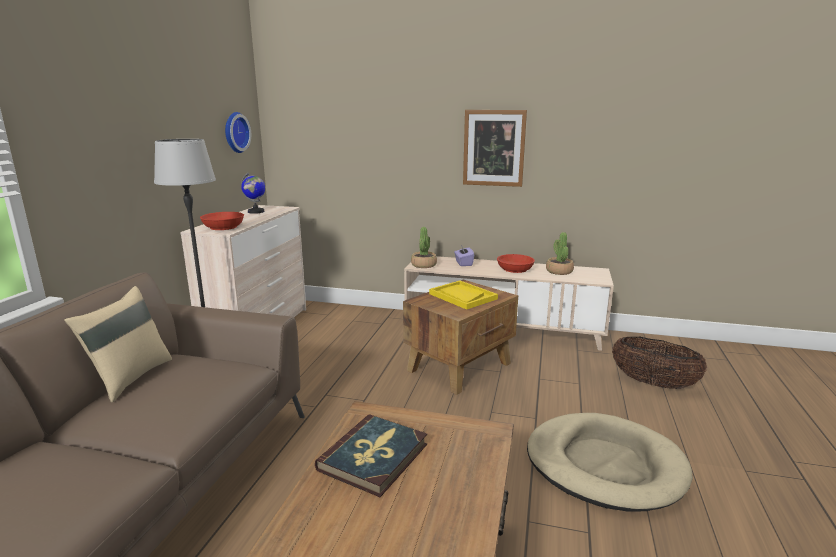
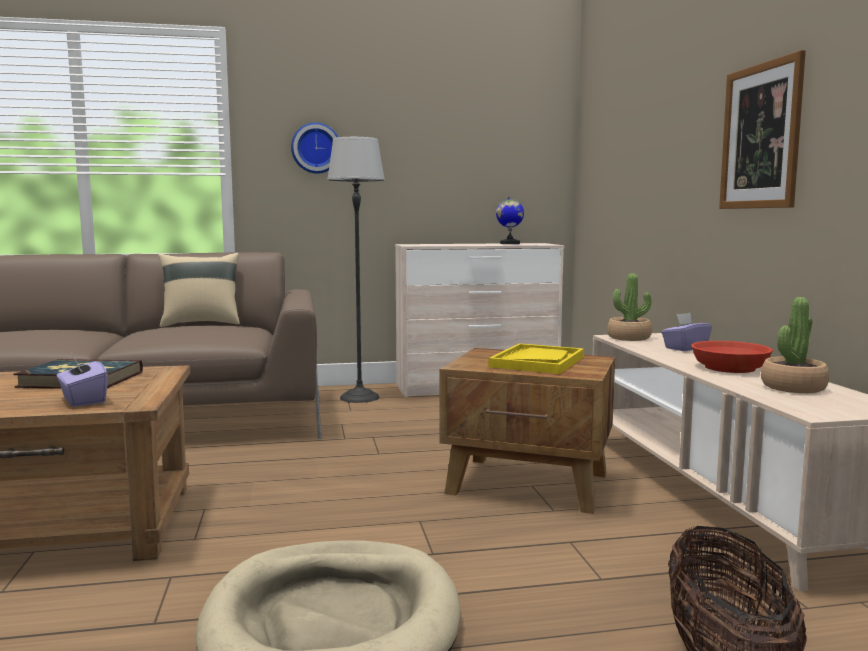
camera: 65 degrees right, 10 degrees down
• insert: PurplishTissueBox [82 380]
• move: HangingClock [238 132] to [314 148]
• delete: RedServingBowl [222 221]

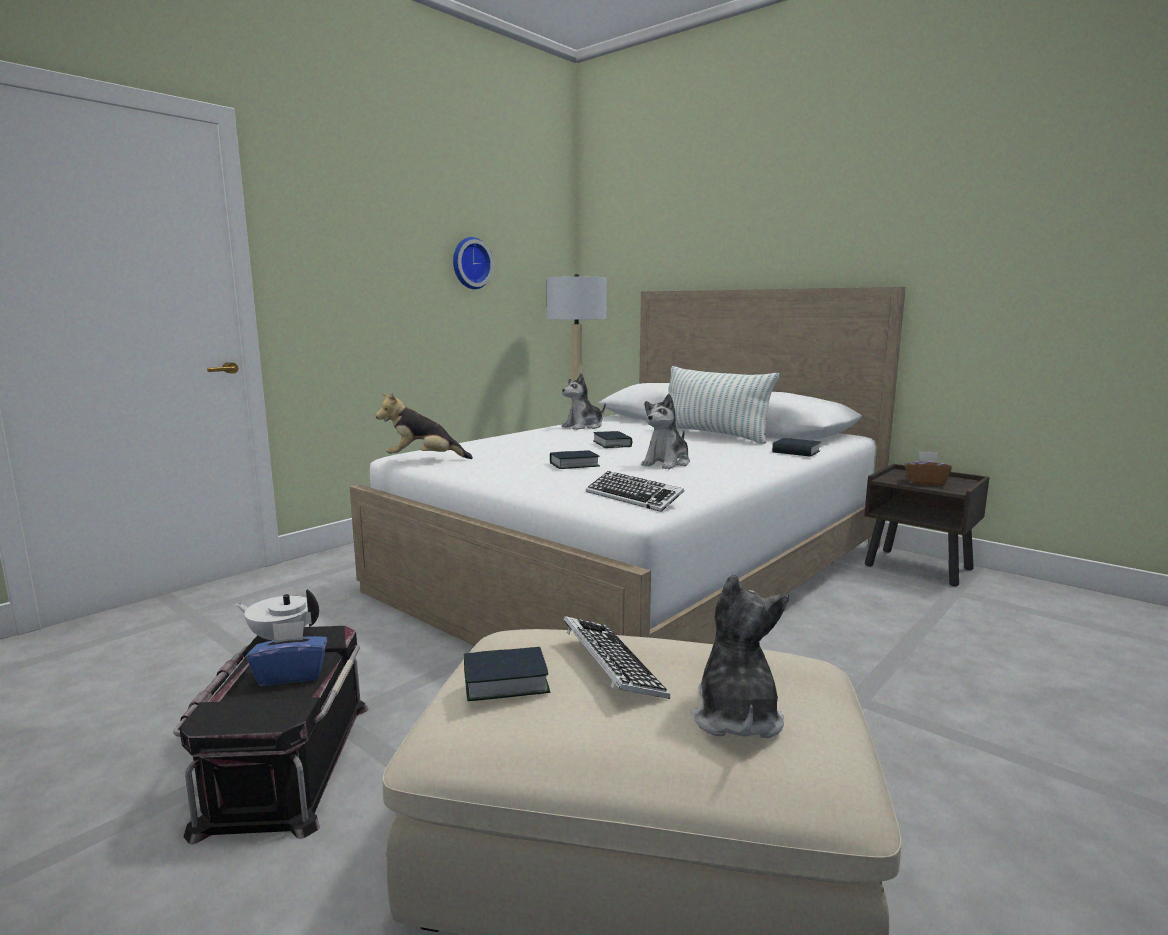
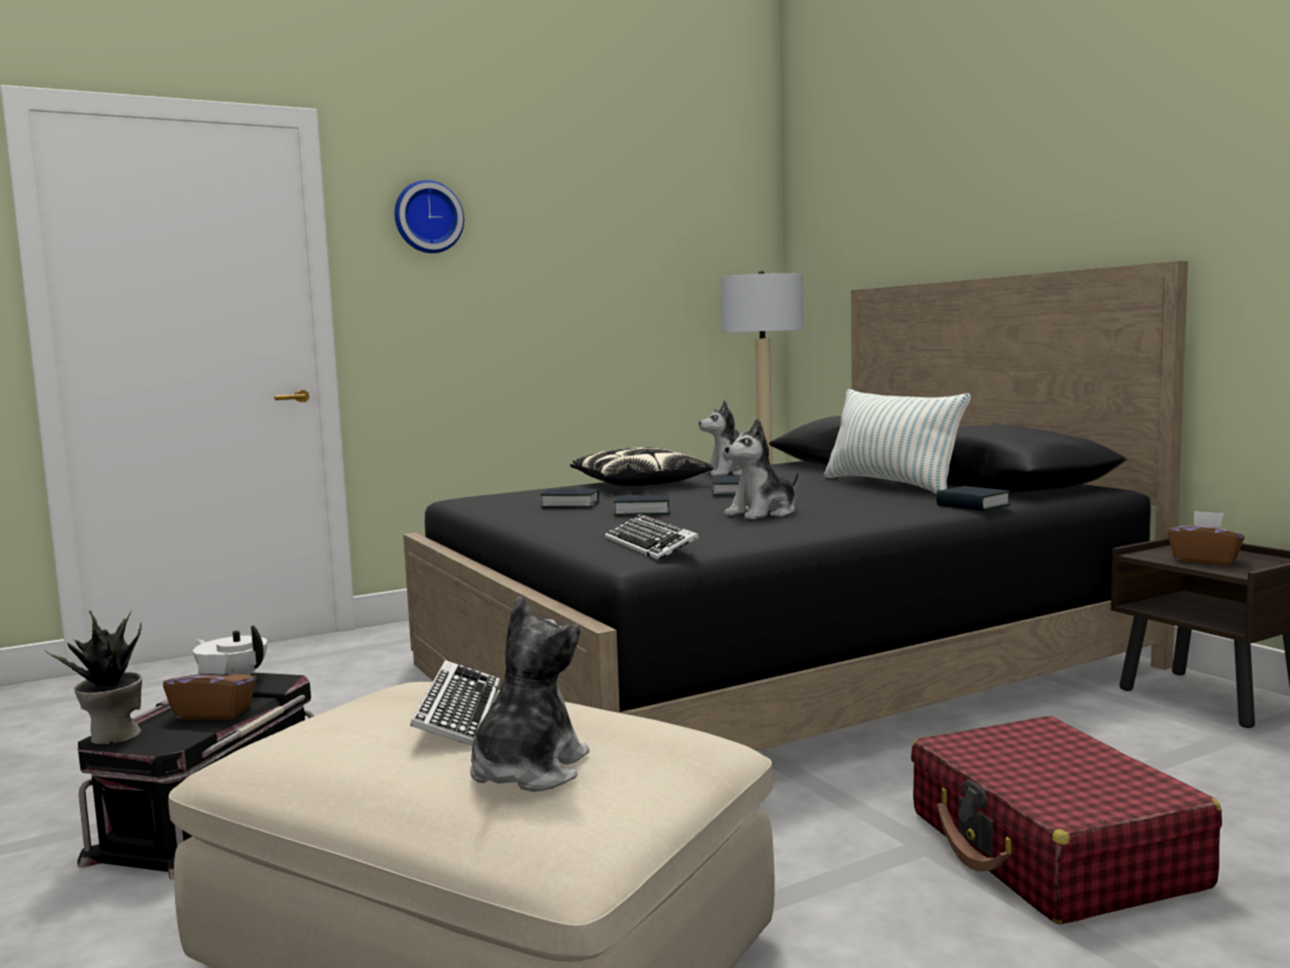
camera: 20 degrees right, 5 degrees down
• insert: Houseplant [94 677]
• recolor: BlueTissueBox [287 653] to BrownTissueBox [210 687]
• move: HangingClock [473 263] to [429 216]
• recolor: WhiteSleepingBed [628 466] to BlackSleepingBed [795 506]
• move: Book [507 674] to [569 498]
• insert: Pillow [641 466]
• insert: RedPieceOfLuggage [1066 820]
• delete: CuddlyToy [424 426]

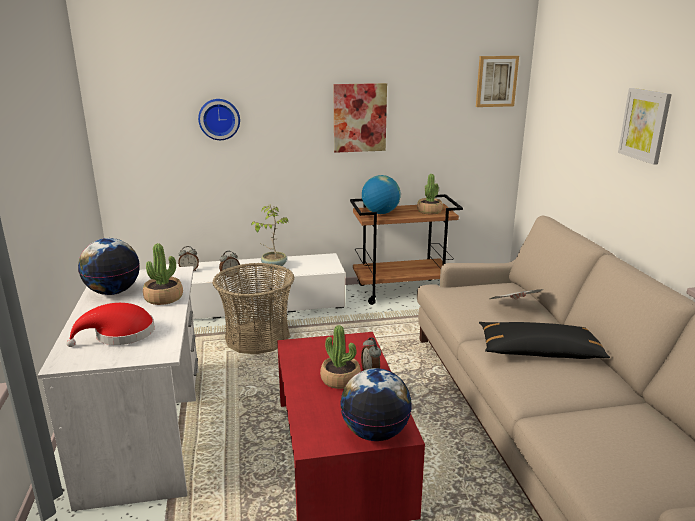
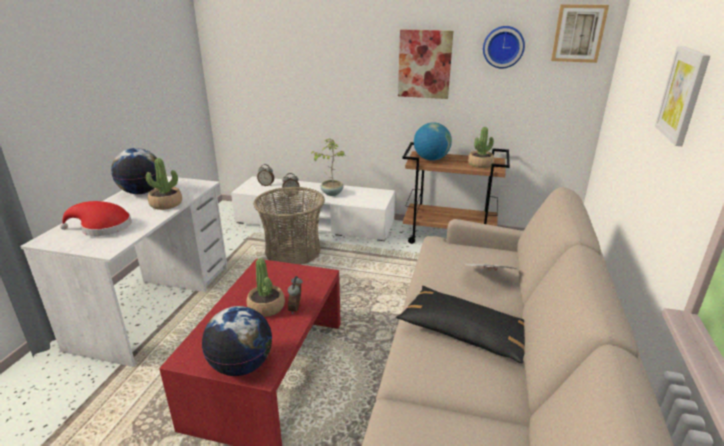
camera: 25 degrees right, 5 degrees up
• move: HangingClock [219 119] to [504 47]

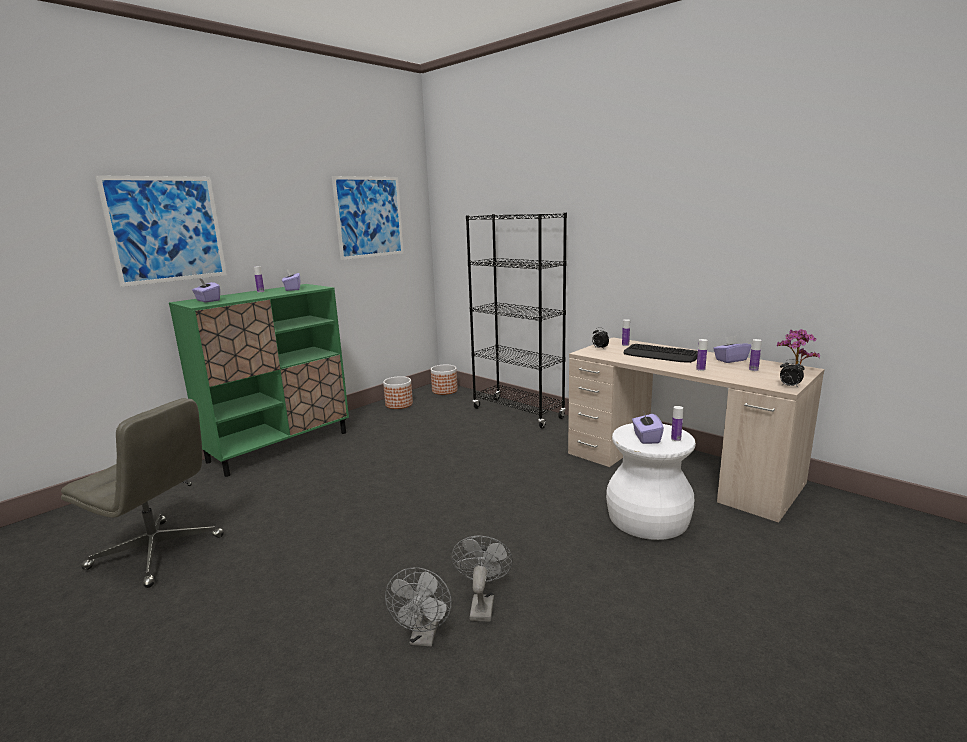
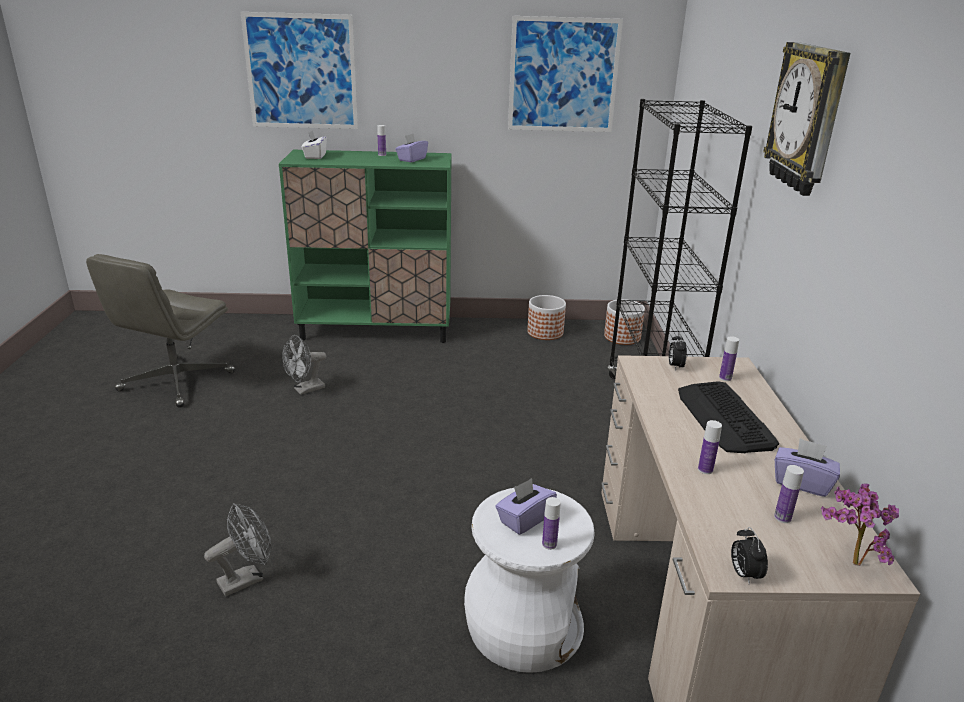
camera: 45 degrees right, 10 degrees up
• rotate: GrayOfficeChair [142 493] = [160 331] 45 degrees clockwise
• move: GrayFan [418 606] to [304 365]
• recolor: PurplishTissueBox [206 290] to WhiteTissueBox [314 145]
• insert: HangingClock [806 119]

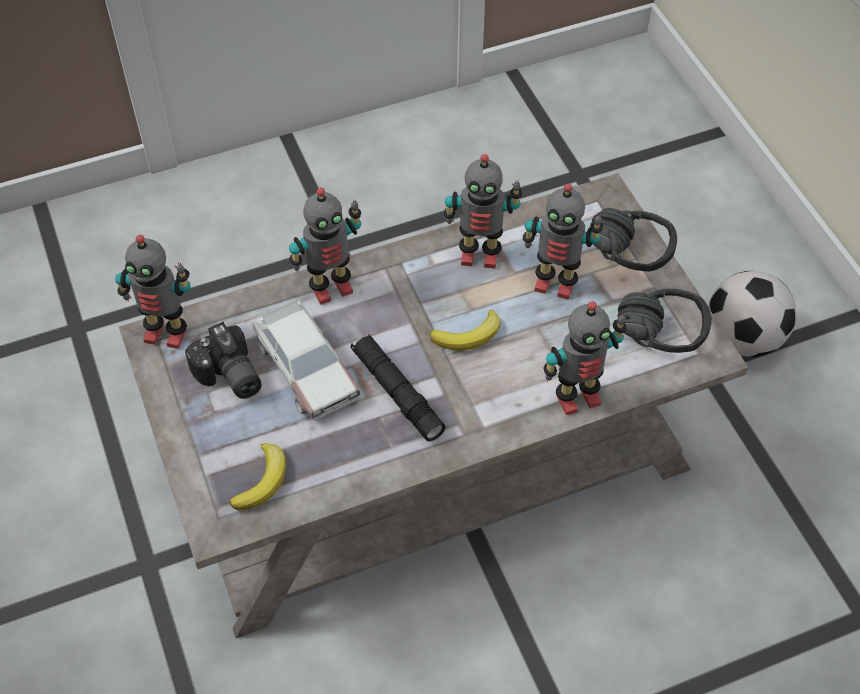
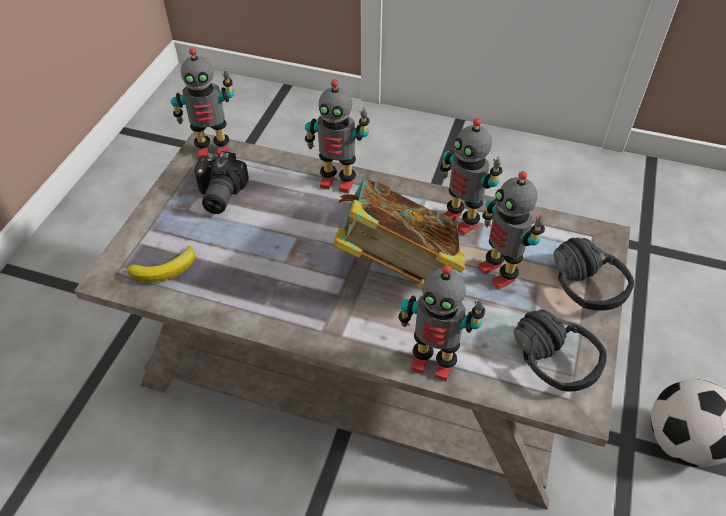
camera: 40 degrees right, 5 degrees down
• rotate: ToyRobot [152 292] = [202 103] 60 degrees counterclockwise
• replace: BananaFruit [465 330] to Book [399 233]
• delete: ToyCar [306 360]
• delete: BlackFlashlight [398 387]

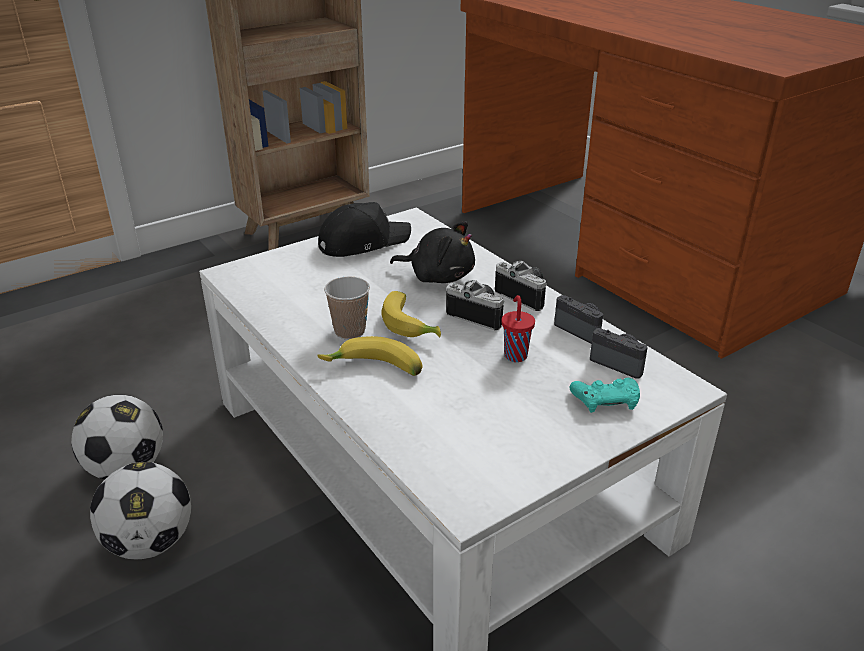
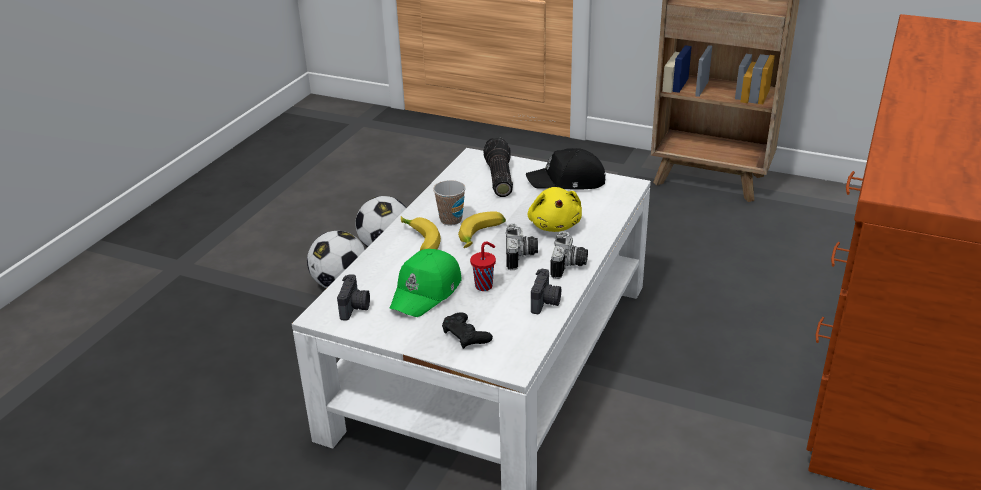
camera: 60 degrees right, 0 degrees up
• move: StillCamera [619 353] to [353 297]
• insert: GreenBaseballCap [426 283]
• recolor: BlueGreenJoypad [605 395] to BlackJoypad [467 330]
• insert: Flashlight [498 167]
• rotate: BlackBaseballCap [364 229] = [565 169] 150 degrees clockwise
• recolor: BlackCuddlyToy [432 252] to YellowCuddlyToy [555 209]

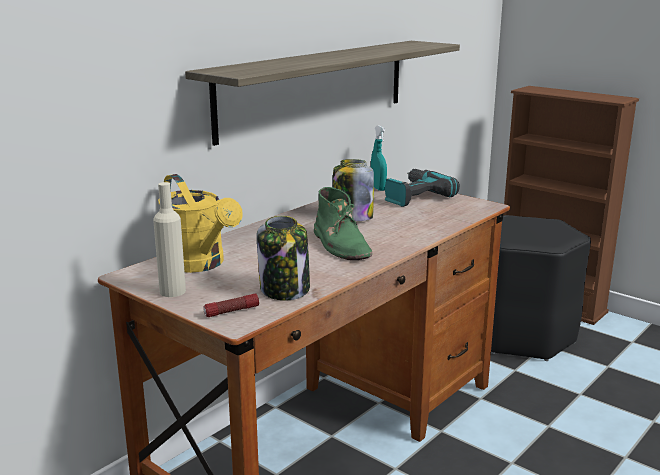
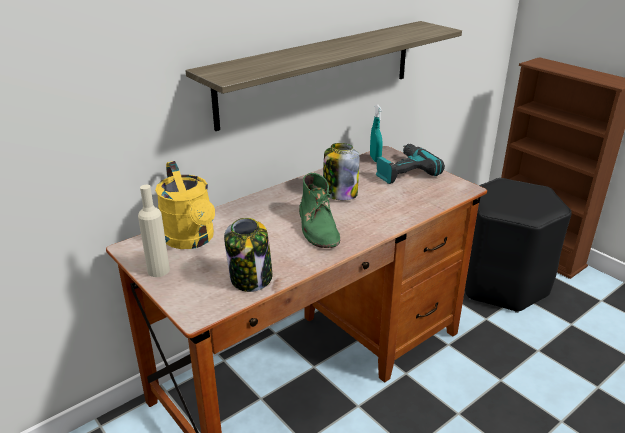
camera: 10 degrees right, 10 degrees up
• delete: Flashlight [231 305]

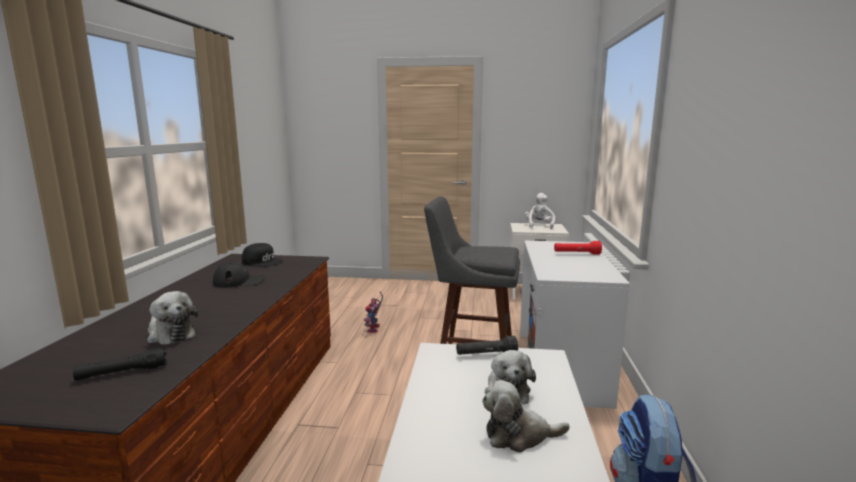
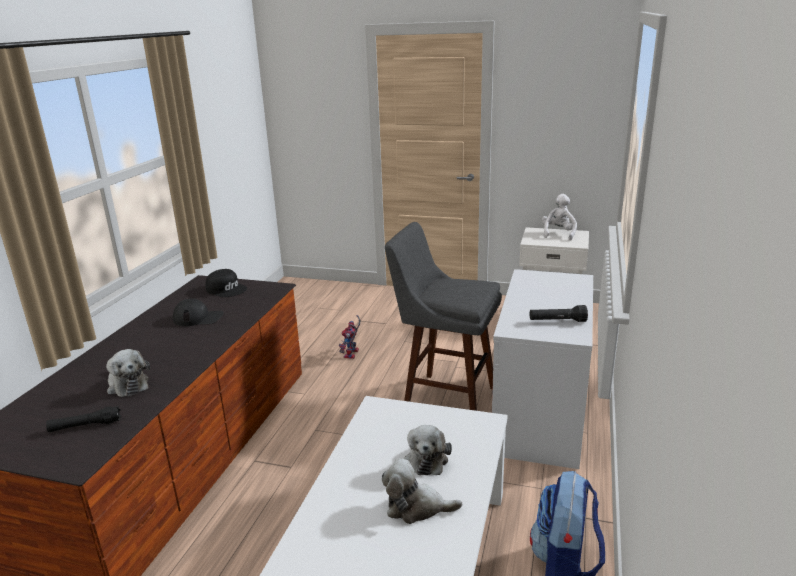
camera: 10 degrees right, 10 degrees up
• move: BlackFlashlight [487 345] to [559 313]
• delete: RedFlashlight [578 247]

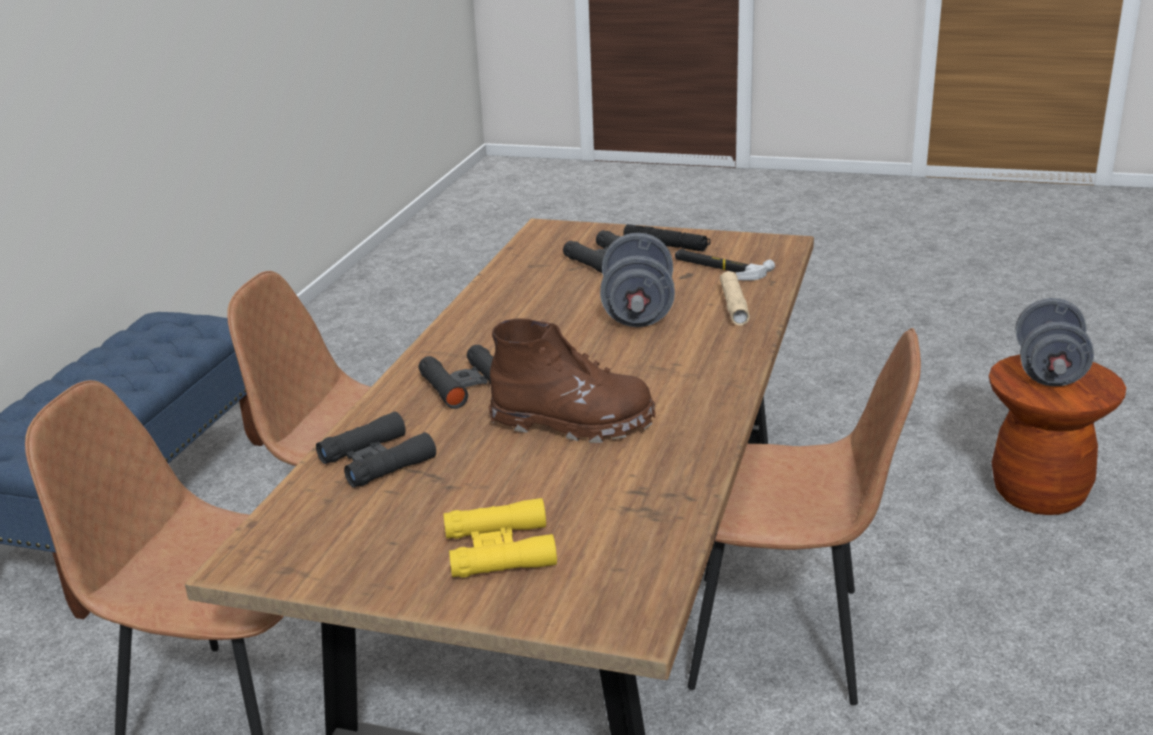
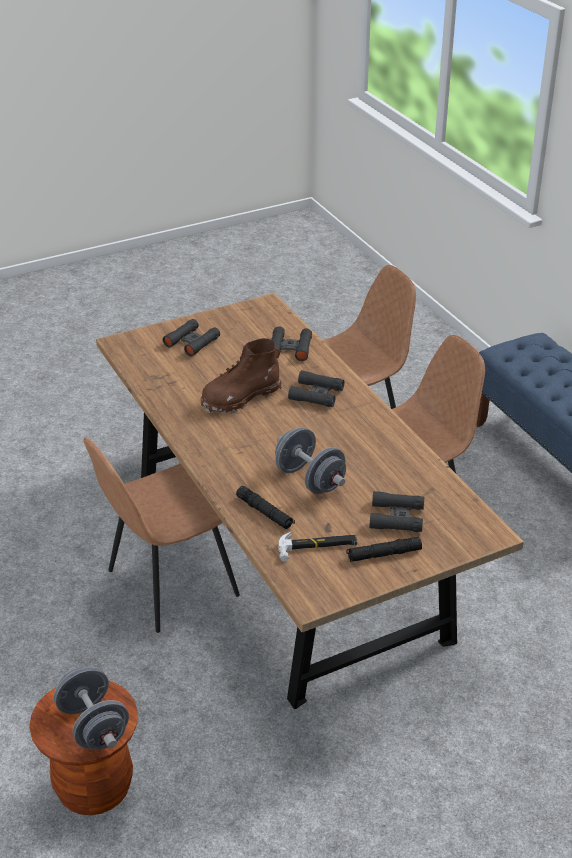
camera: 135 degrees right, 10 degrees up
• recolor: YellowPairOfBinoculars [500 538] to BlackPairOfBinoculars [191 337]
• recolor: BeigeFlashlight [735 298] to BlackFlashlight [265 507]

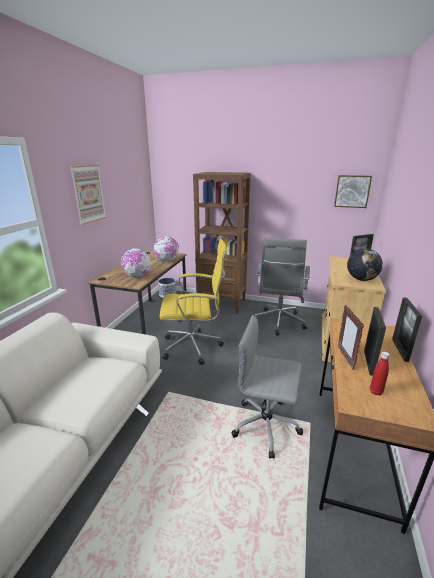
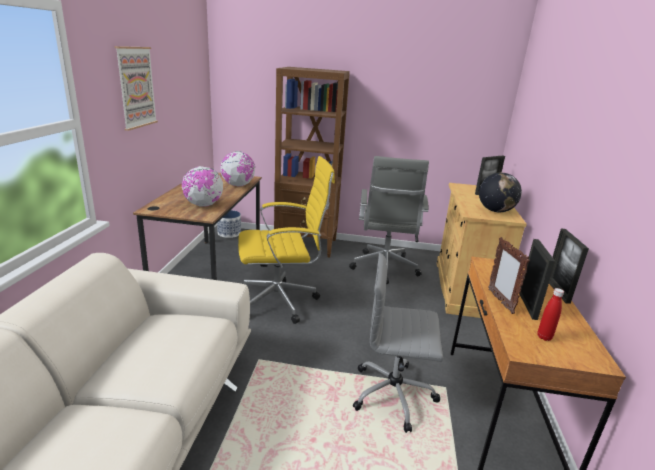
camera: 10 degrees left, 0 degrees up
• delete: WallPicture [353 191]

